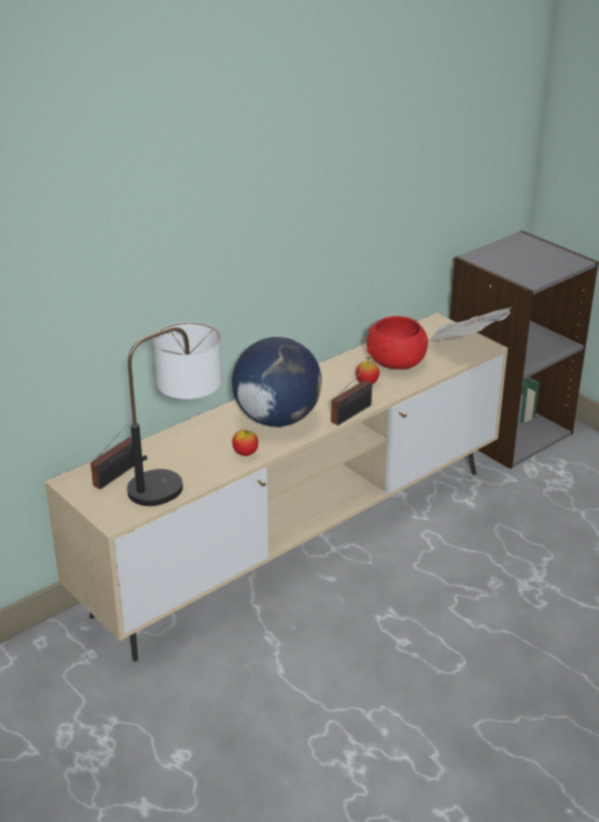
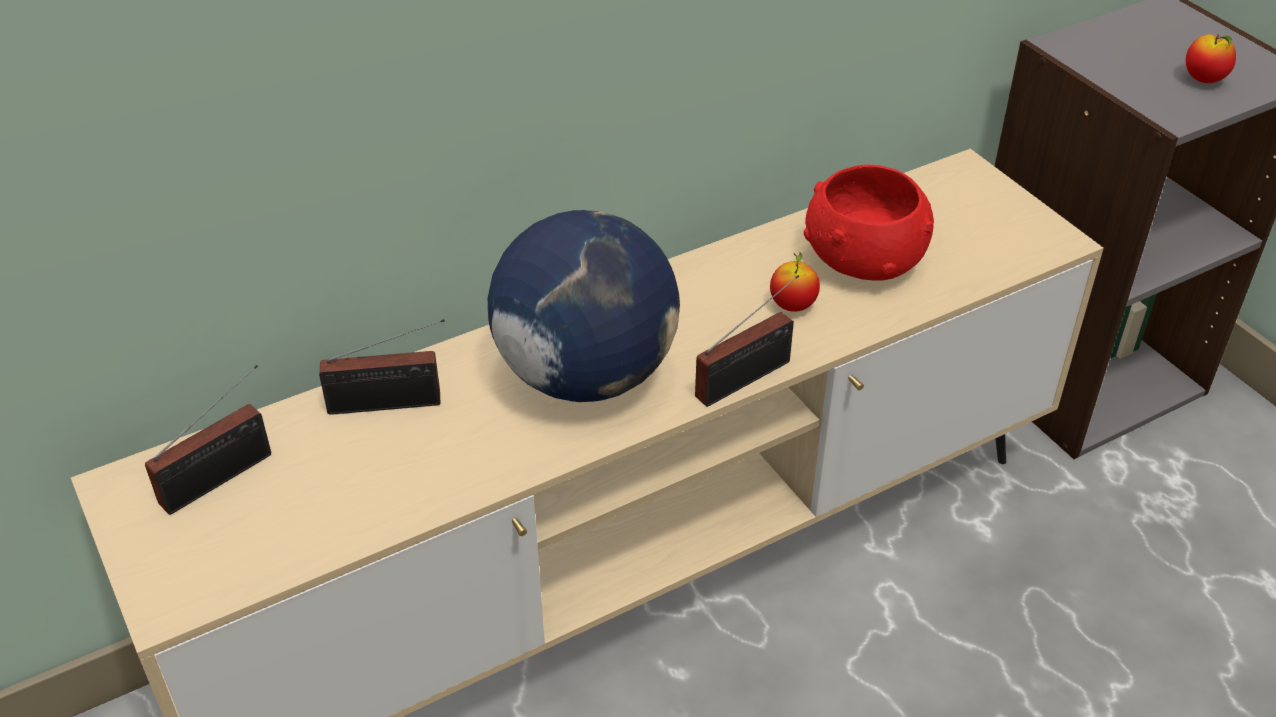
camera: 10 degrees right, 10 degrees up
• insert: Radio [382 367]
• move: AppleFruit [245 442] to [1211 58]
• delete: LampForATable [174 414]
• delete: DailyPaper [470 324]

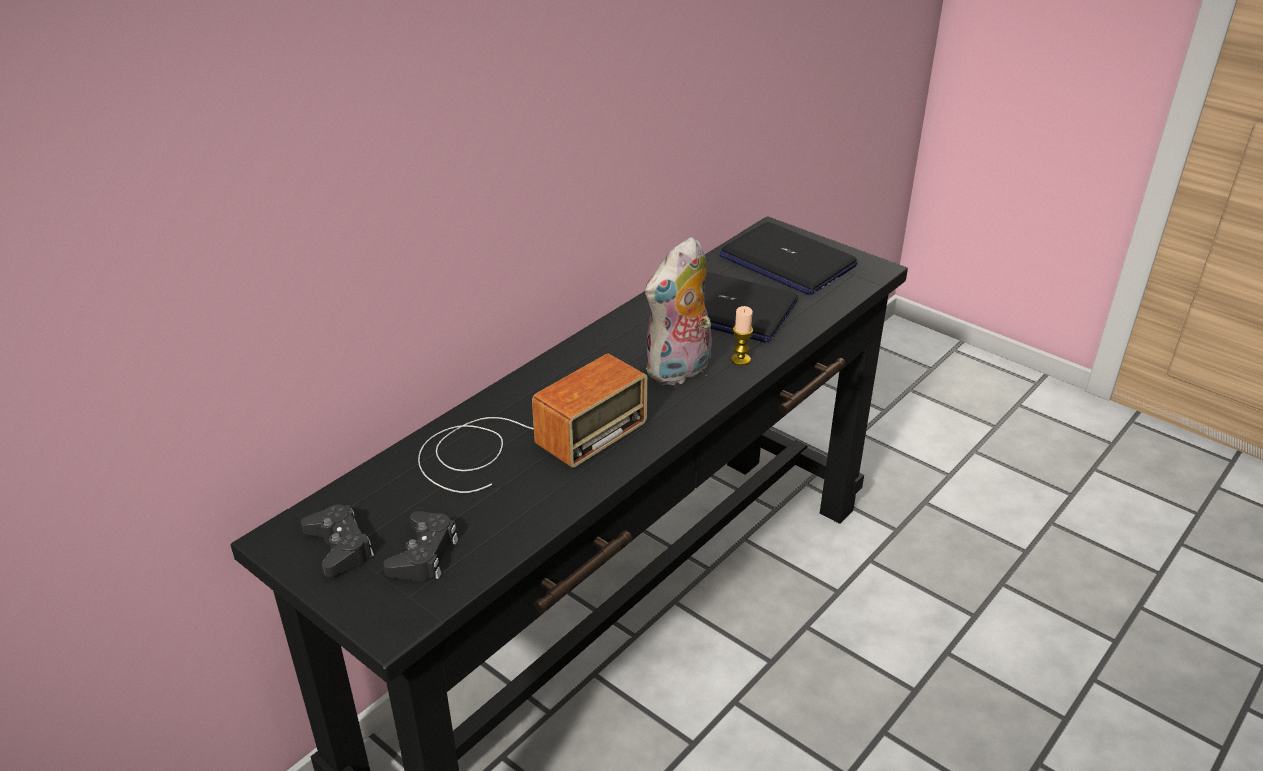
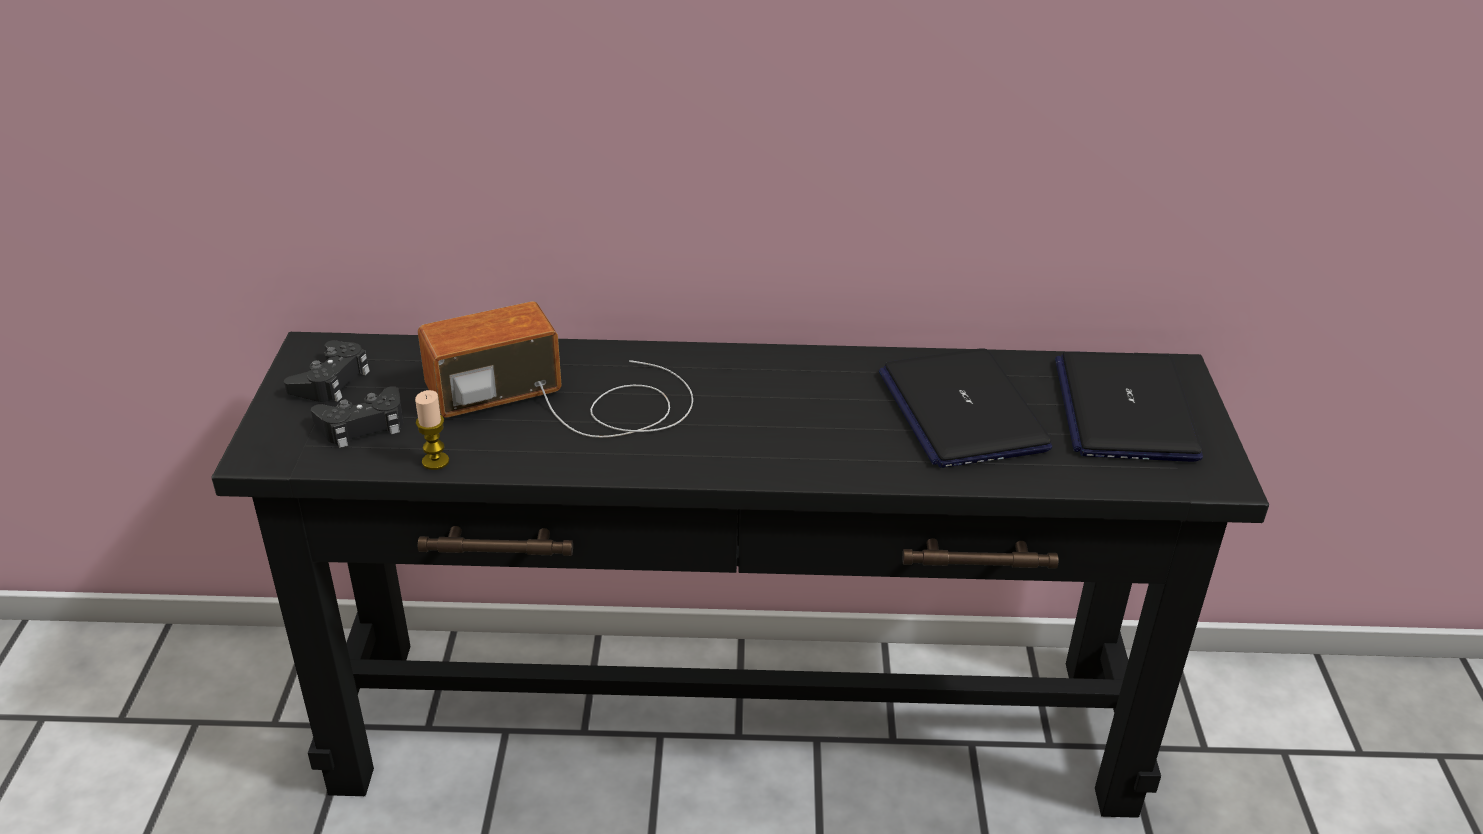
camera: 50 degrees right, 0 degrees up
• move: Candle [742 336] to [432 430]
• rotate: Radio [533 423] = [555 369] 150 degrees clockwise
• delete: CuddlyToy [678 311]

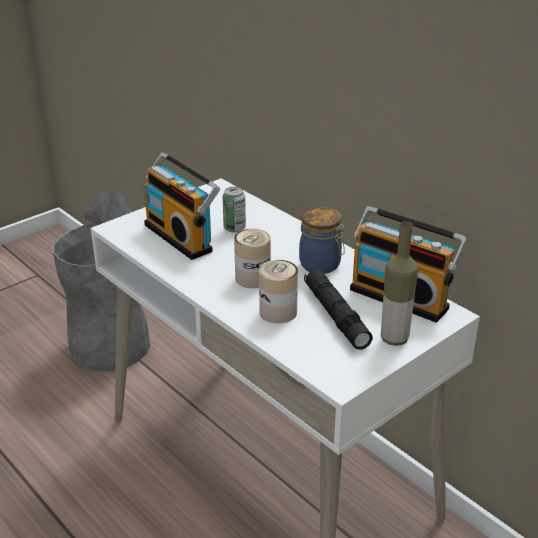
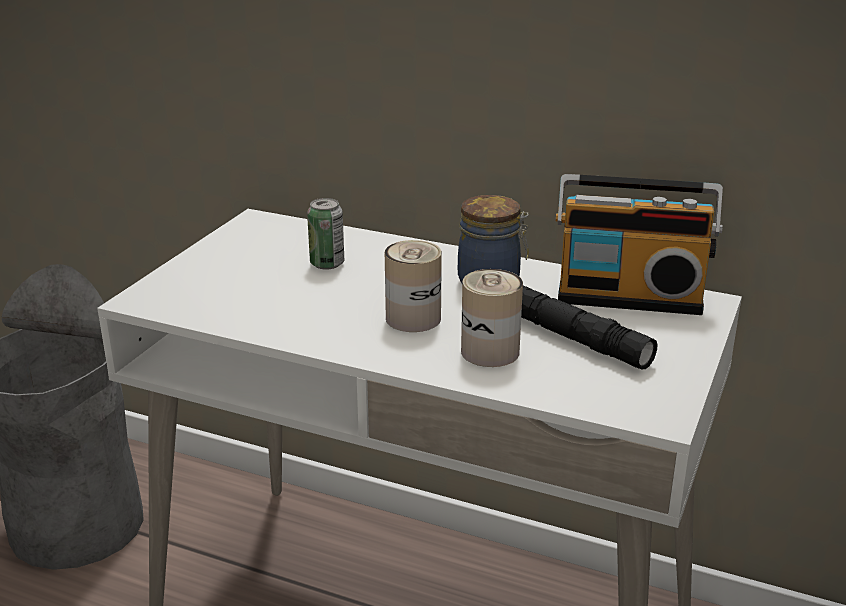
camera: 25 degrees left, 5 degrees down
• delete: Radio [182 206]
• delete: DrinkBottle [399 283]

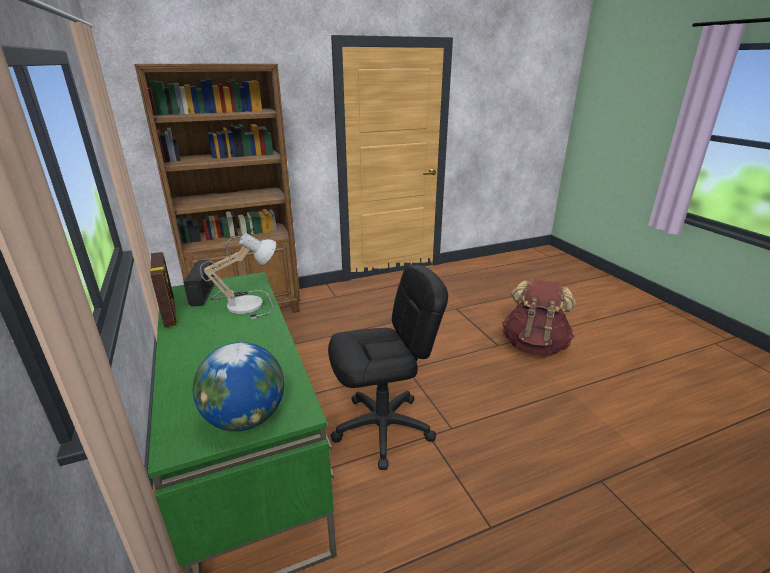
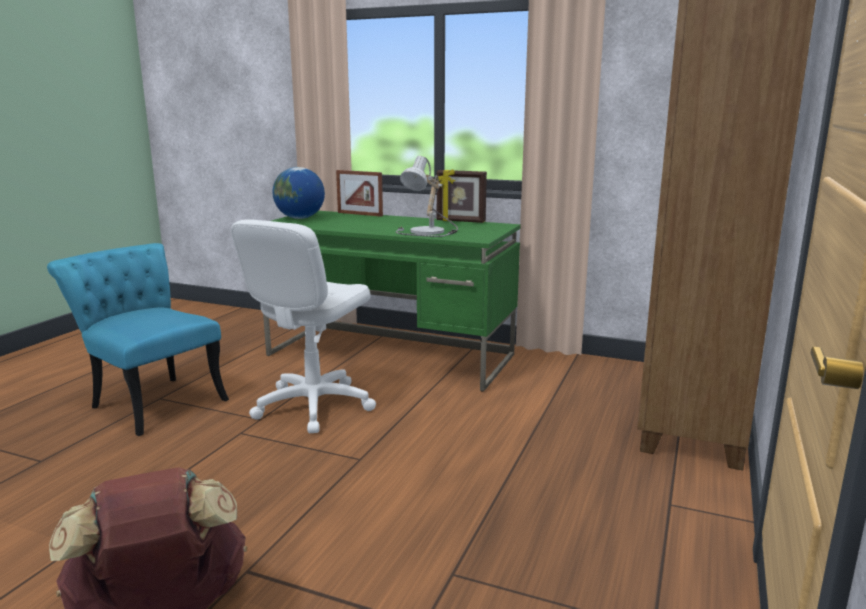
camera: 135 degrees right, 10 degrees down
• insert: BlueGreenPlainChair [138 339]
• recolor: BlackOfficeChair [388 367] to WhiteOfficeChair [303 326]
• insert: PhotoFrame [359 193]
• delete: Radio [199 283]

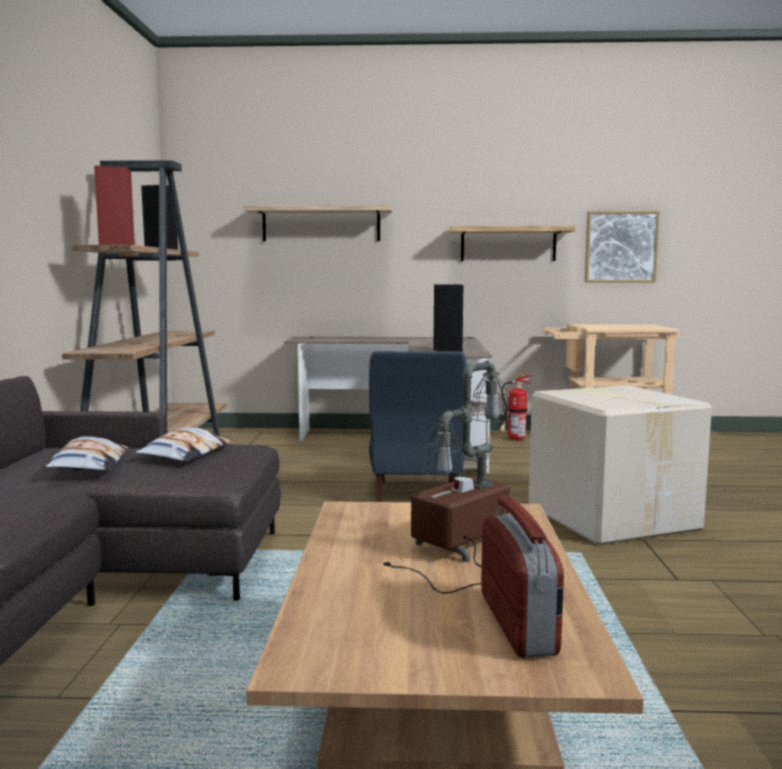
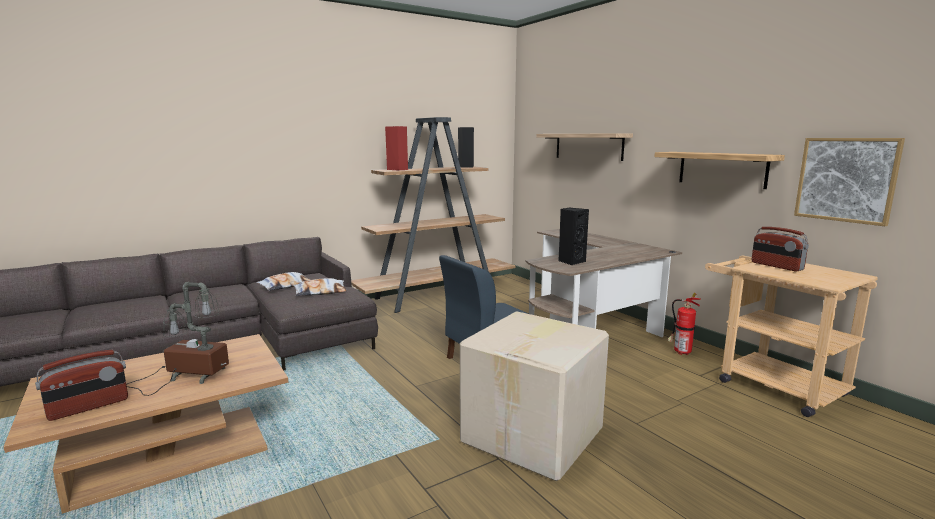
camera: 55 degrees right, 5 degrees up
• insert: Radio [780 249]

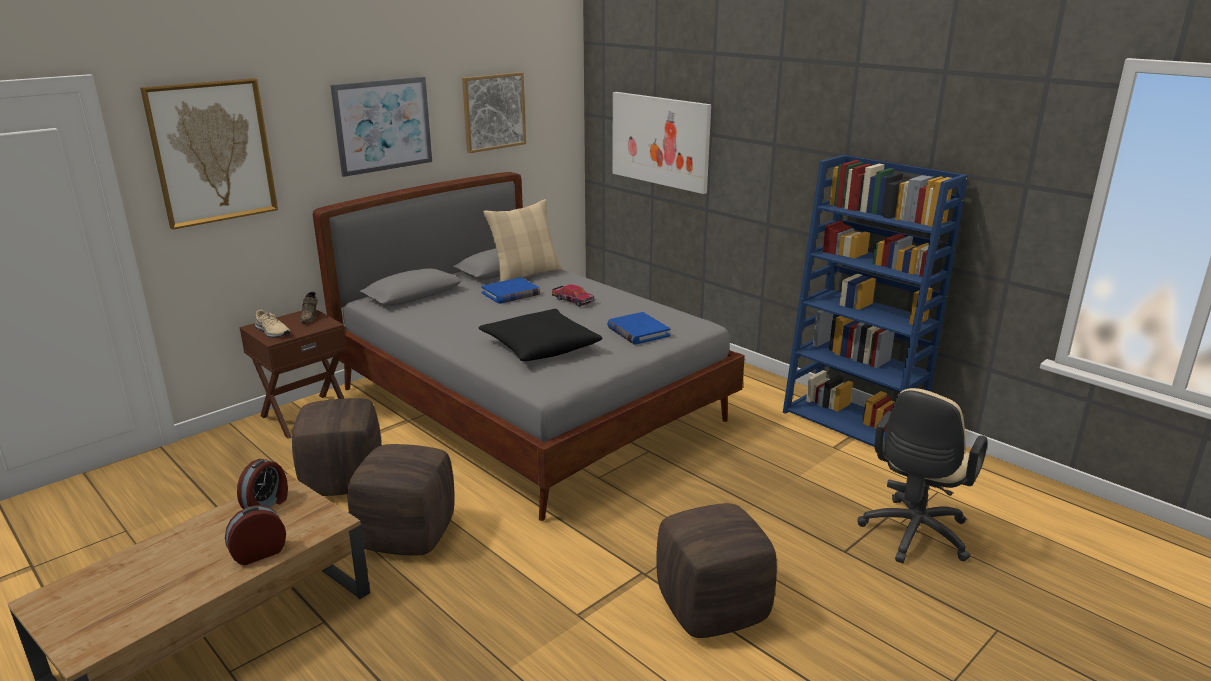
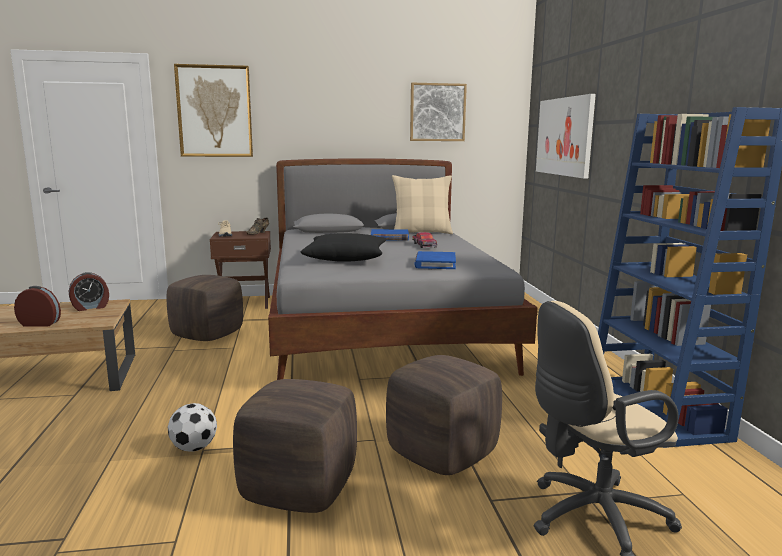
camera: 35 degrees right, 10 degrees down
• insert: FootballBall [192 427]
• move: BrownPouffe [401 500] to [444 415]
• delete: WallPicture [381 127]

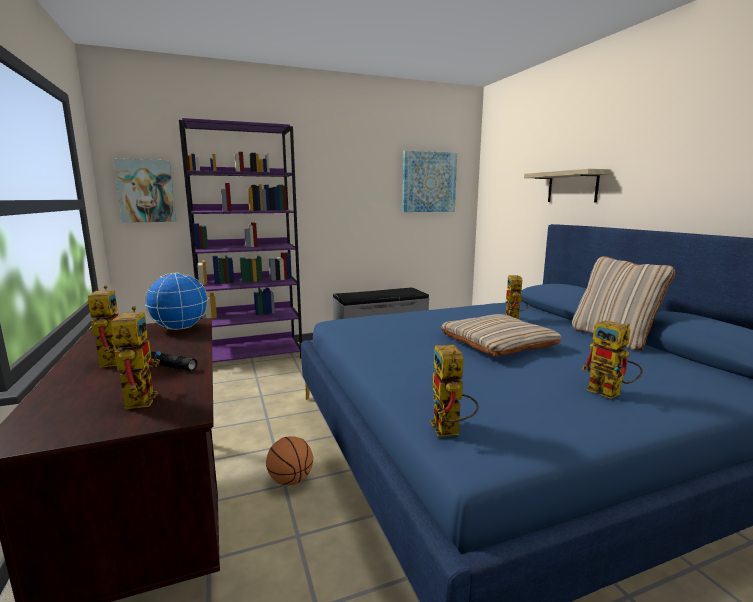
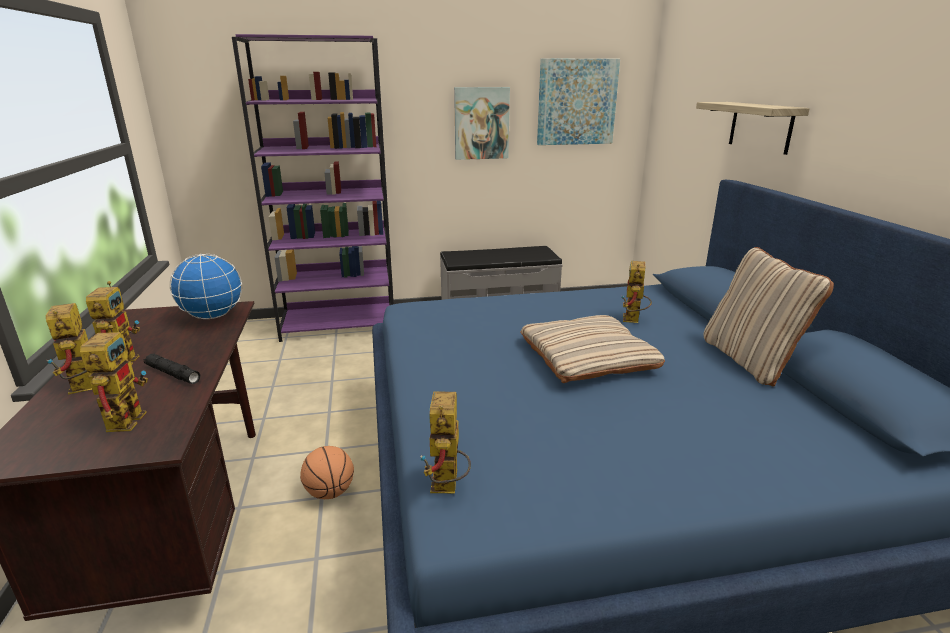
camera: 10 degrees right, 10 degrees up
• move: ToyRobot [612 360] to [68 349]
• move: WallPicture [145 191] to [482 123]

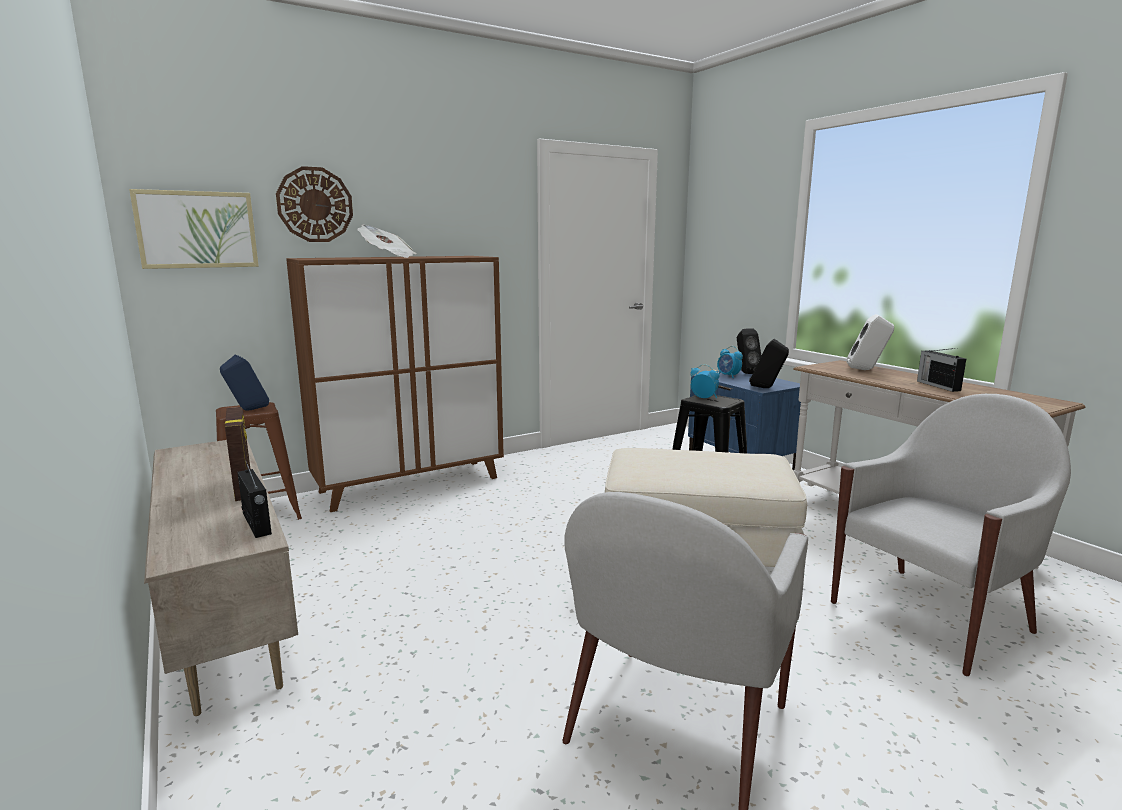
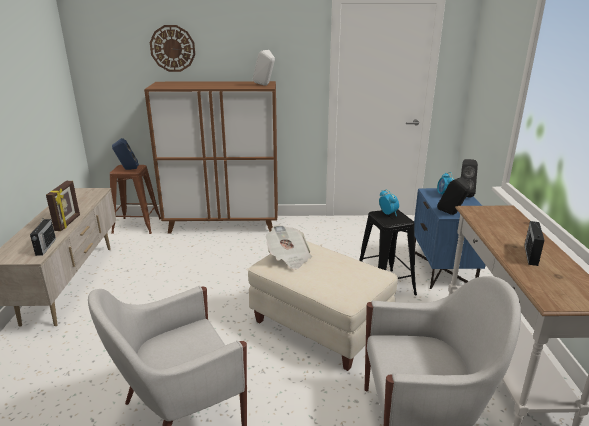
camera: 30 degrees right, 10 degrees up
• move: WhiteSpeaker [870 342] to [264 68]
• move: DailyPaper [387 241] to [289 247]
• delete: WallPicture [194 229]

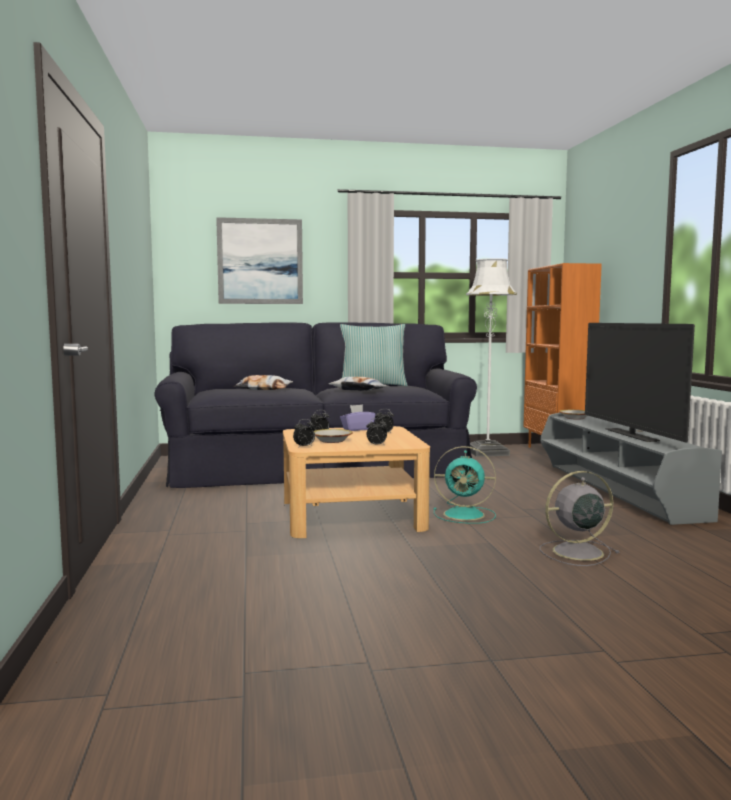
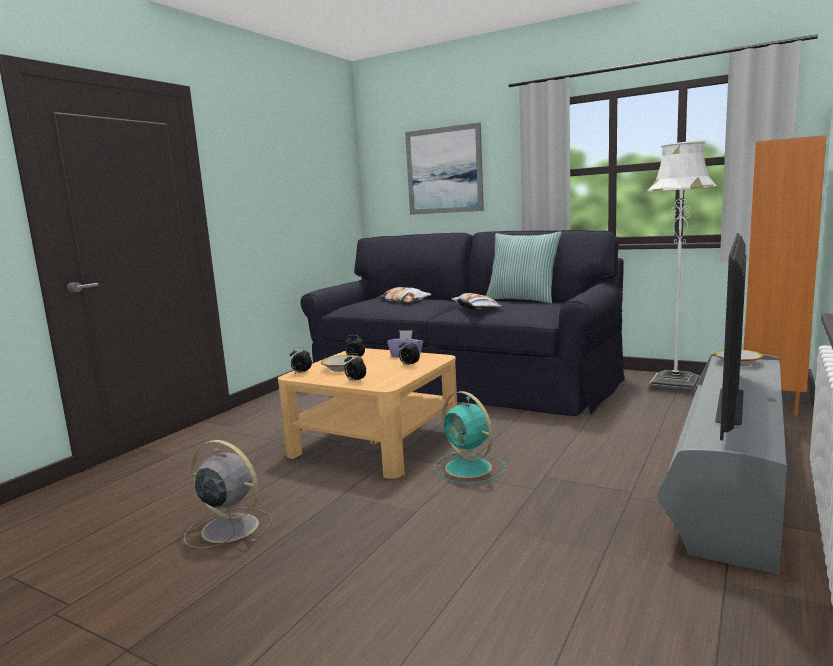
camera: 40 degrees right, 5 degrees up
• move: GrayFan [580 518] to [228 494]

